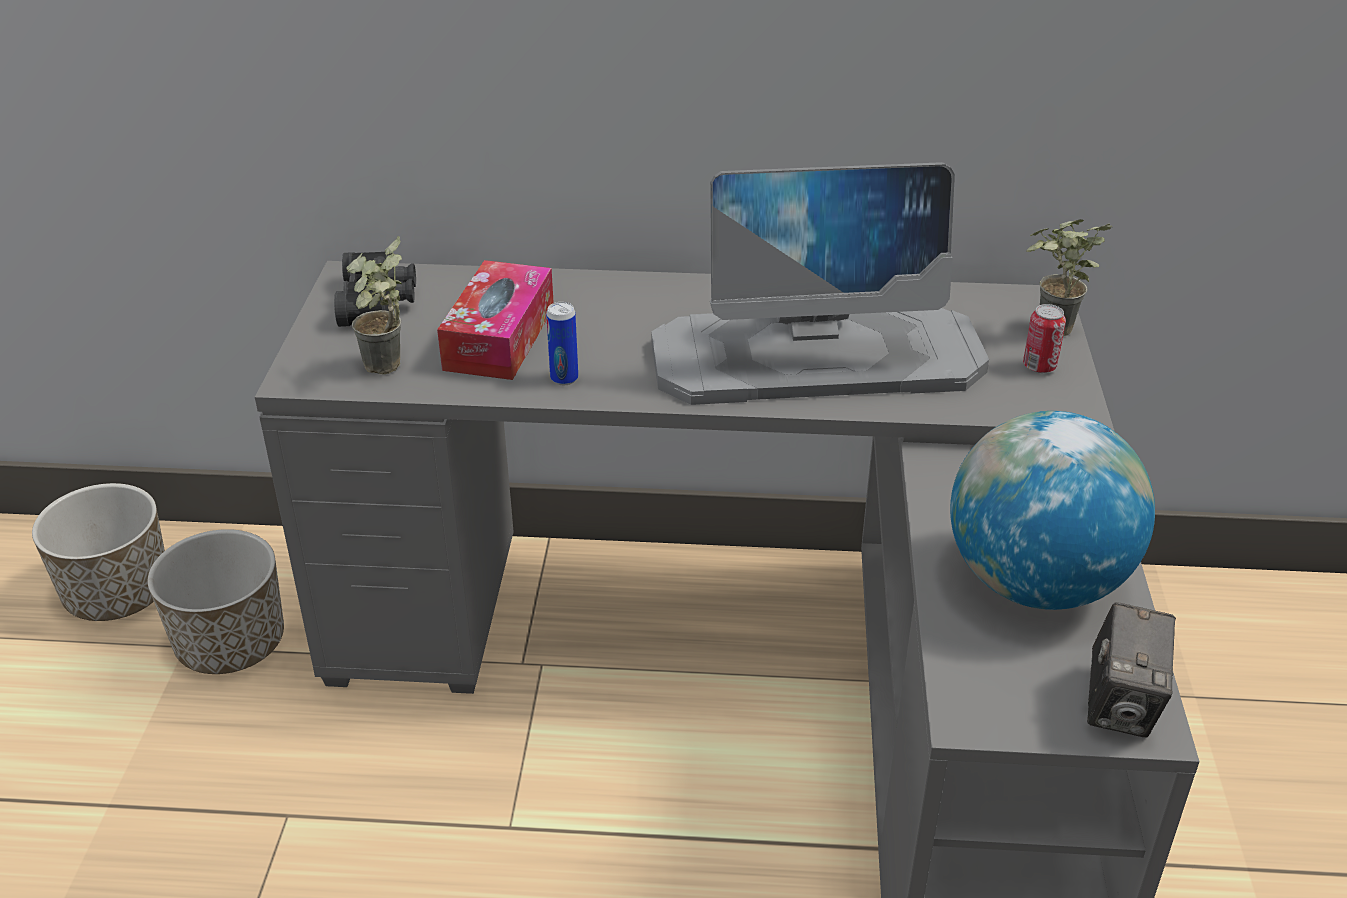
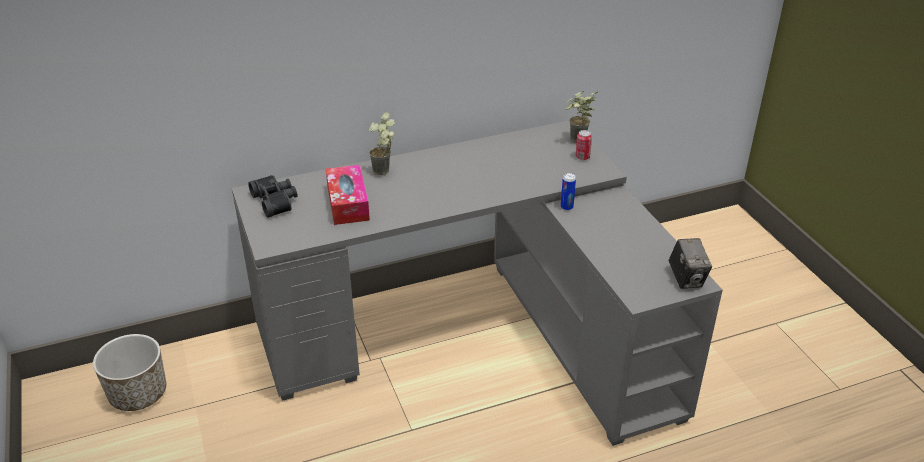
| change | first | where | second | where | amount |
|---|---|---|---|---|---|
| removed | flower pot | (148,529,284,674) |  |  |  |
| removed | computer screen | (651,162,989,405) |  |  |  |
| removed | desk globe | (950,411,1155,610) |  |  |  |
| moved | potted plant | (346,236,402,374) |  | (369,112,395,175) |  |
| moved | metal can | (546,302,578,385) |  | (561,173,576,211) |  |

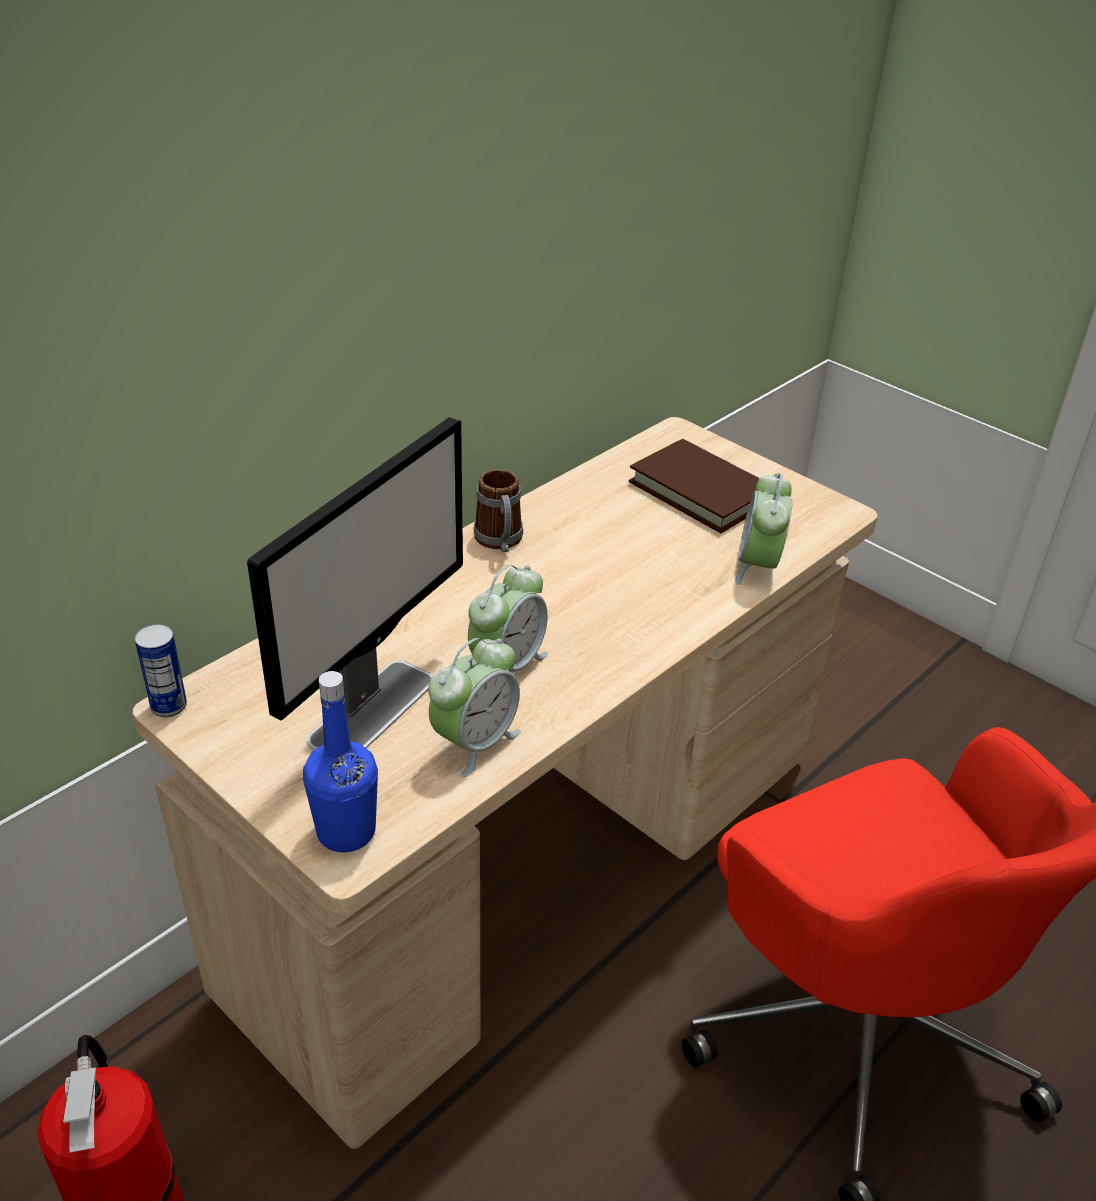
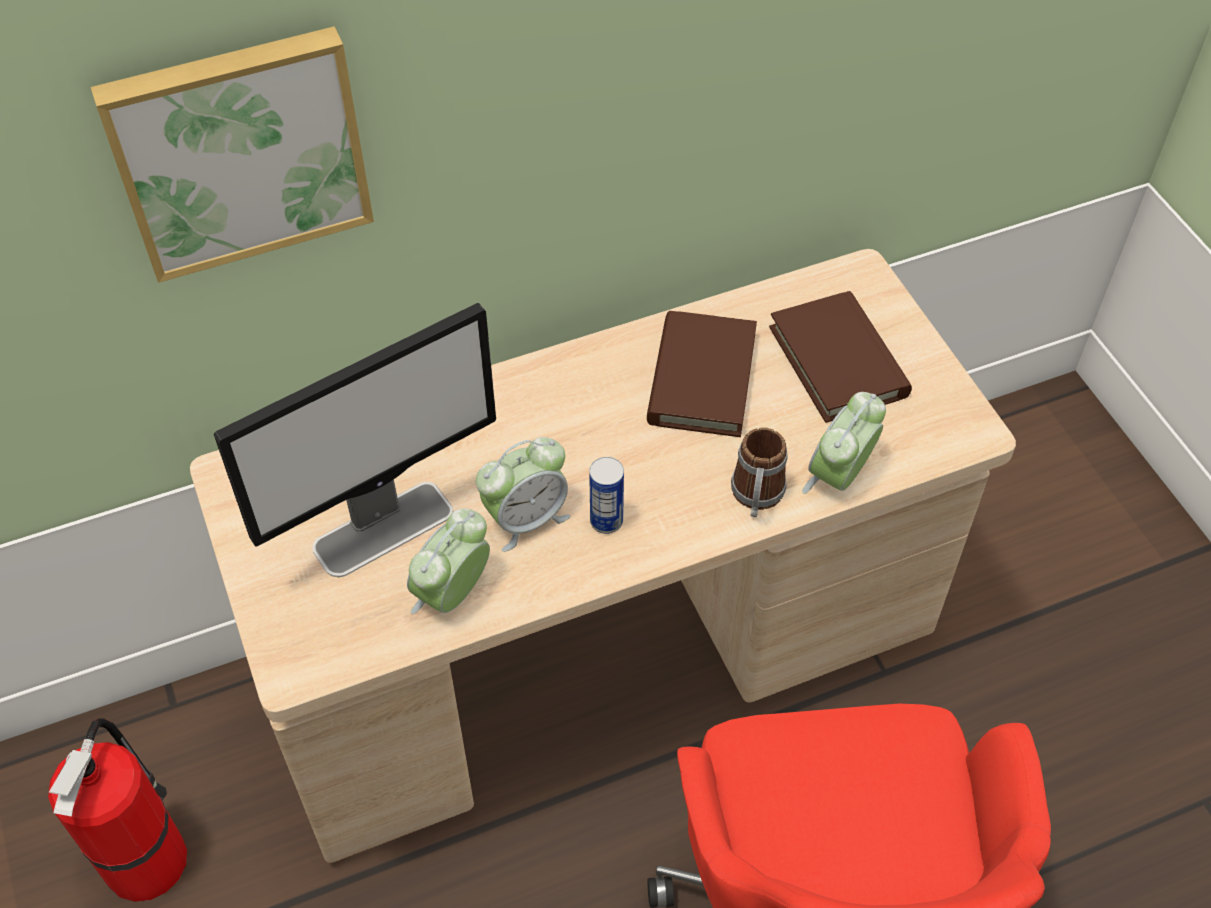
| change | first | where | second | where | amount |
|---|---|---|---|---|---|
| removed | drink bottle/blue | (303,671,378,852) |  |  |  |
| added |  |  | wall art | (90,26,374,283) |  |
| added |  |  | book/brownish | (647,311,757,437) |  |
| moved | metal can | (135,624,187,717) |  | (589,457,624,534) |  |
| moved | coffee mug | (474,469,523,552) |  | (731,427,788,517) |  |
| turned | bedside clock | (428,638,521,777) |  | (407,508,490,614) | 150 degrees clockwise |

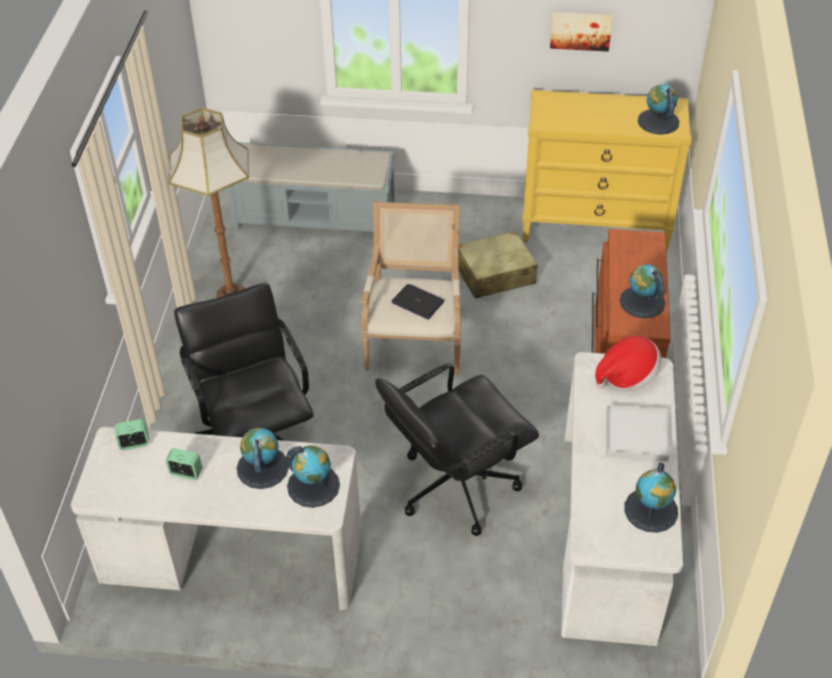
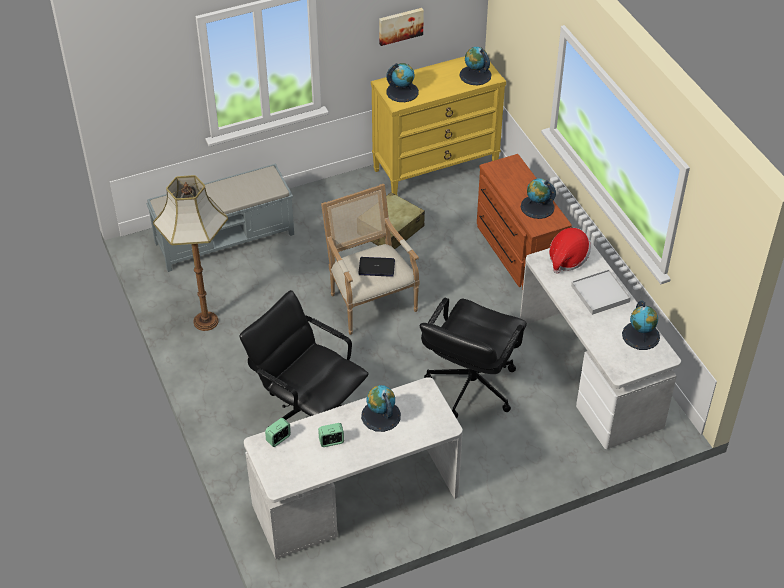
| change | first | where | second | where | amount |
|---|---|---|---|---|---|
| moved | desk globe | (286,446,340,508) |  | (386,63,419,102) |  |

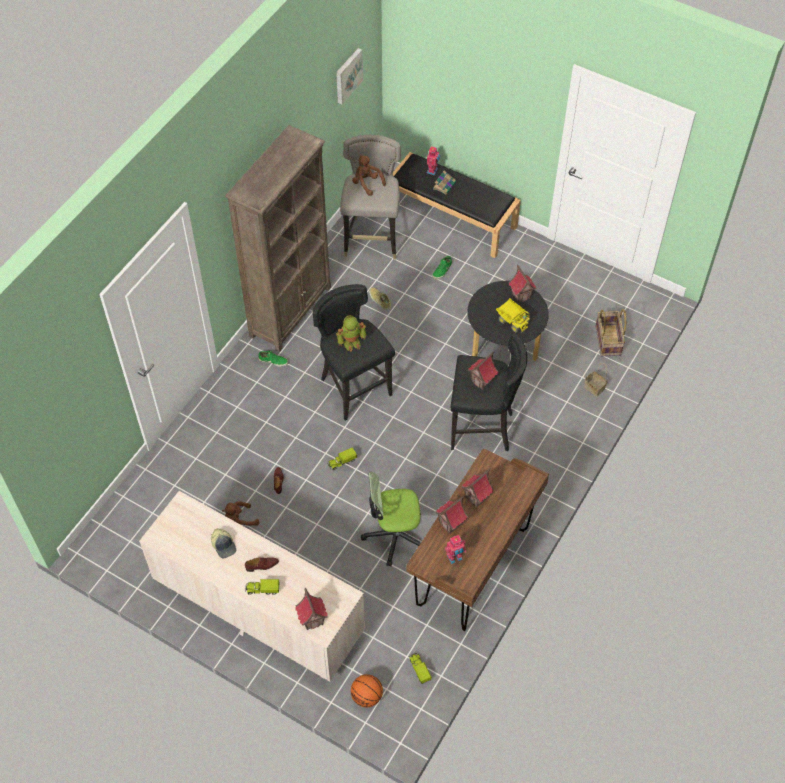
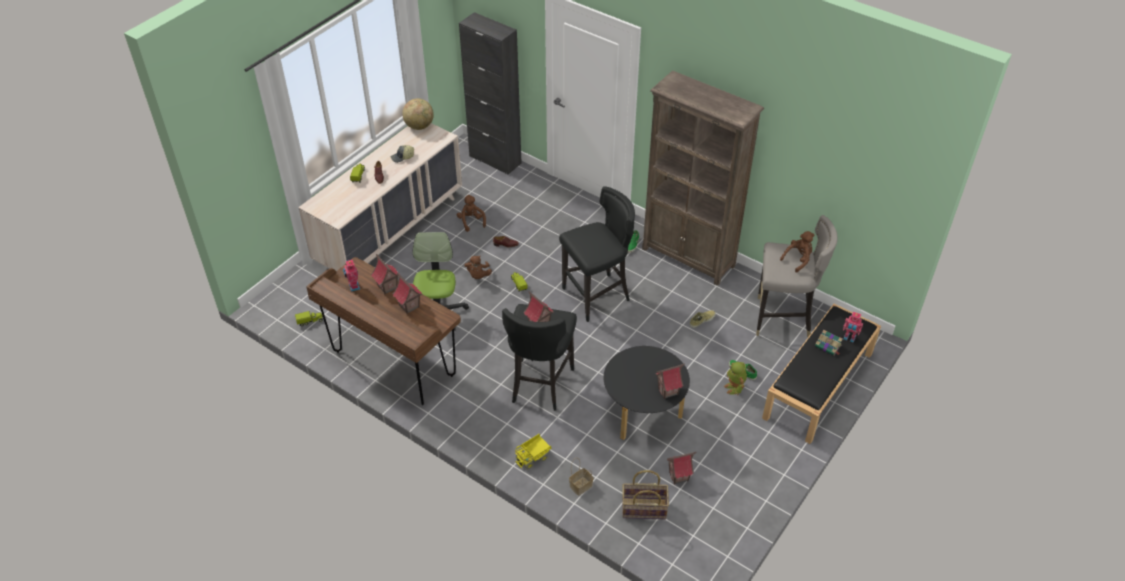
| change | first | where | second | where | amount |
|---|---|---|---|---|---|
| removed | wall art | (336,48,363,104) |  |  |  |
| removed | basketball ball | (351,674,383,707) |  |  |  |
| added |  |  | desk globe | (402,98,434,130) |  |
| added |  |  | cupboard/black | (459,12,522,175) |  |
| added |  |  | soft toy/brownish | (464,256,492,279) |  |
| moved | model house | (295,588,328,630) |  | (667,452,696,485) |  |
| moved | robot figure | (336,315,366,352) |  | (724,362,747,396) |  |
| moved | toy truck | (496,298,530,332) |  | (515,434,551,470) |  |

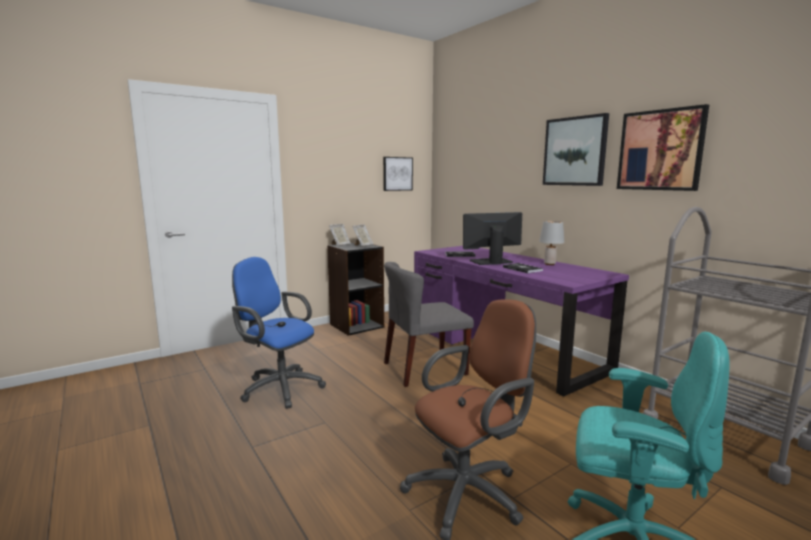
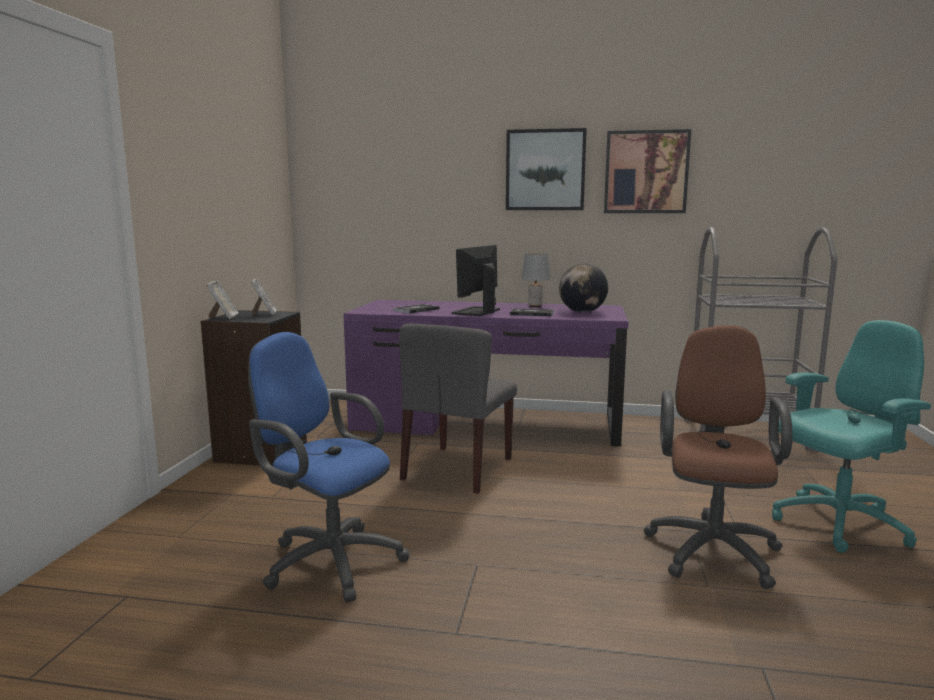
| change | first | where | second | where | amount |
|---|---|---|---|---|---|
| removed | wall art | (383,157,413,191) |  |  |  |
| added |  |  | desk globe | (559,264,608,312) |  |
| turned | office chair/blue | (232,257,326,409) |  | (248,332,409,602) | 45 degrees clockwise |

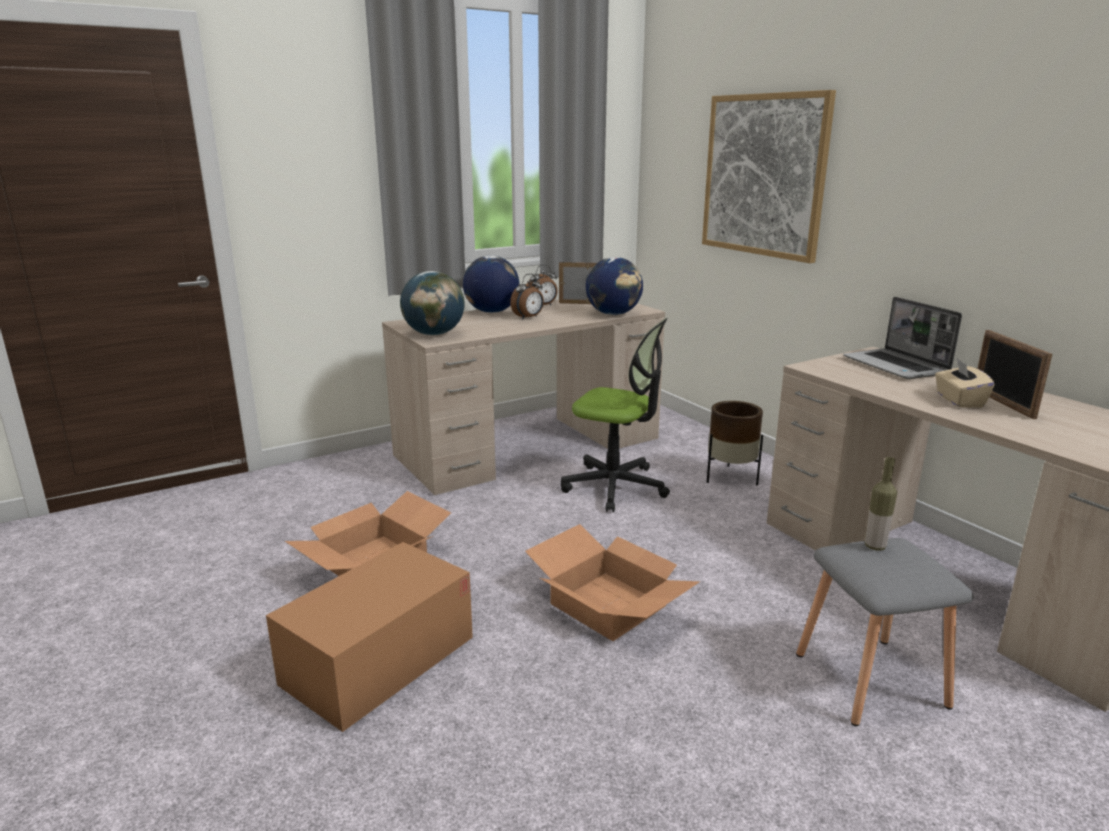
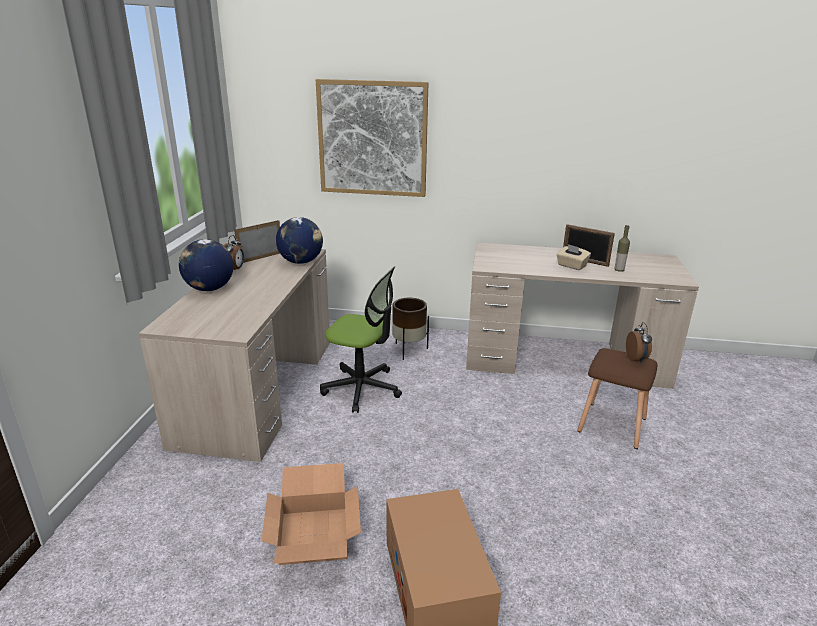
| change | first | where | second | where | amount |
|---|---|---|---|---|---|
| removed | desk globe | (400,271,465,335) |  |  |  |
| removed | carton | (525,524,700,641) |  |  |  |
| removed | laptop | (843,297,962,379) |  |  |  |
| moved | bedside clock | (510,274,544,319) |  | (626,322,652,363) |  |
| moved | drink bottle | (865,457,897,551) |  | (615,225,630,272) |  |
| recoloured | sitting stool/grey | (796,538,974,726) | sitting stool/brownish | (578,348,658,449) |  |
| turned | office chair | (561,318,670,512) |  | (320,266,402,413) | 45 degrees clockwise |

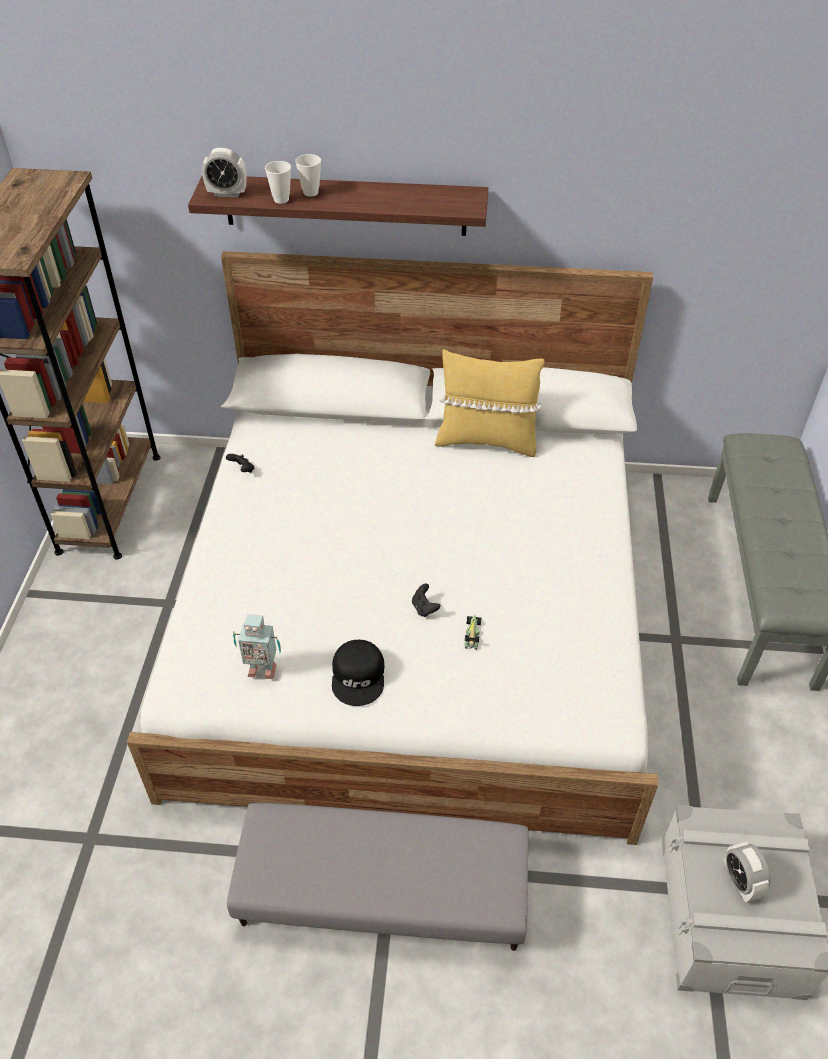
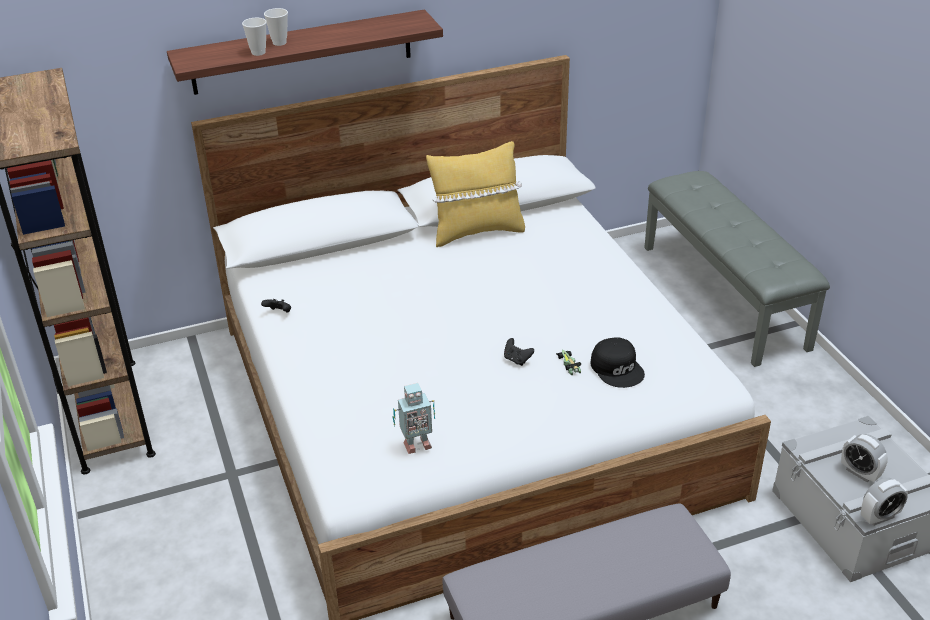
| change | first | where | second | where | amount |
|---|---|---|---|---|---|
| moved | bedside clock | (202,148,247,197) |  | (861,478,908,526) |  |
| moved | peaked cap/black | (332,640,384,706) |  | (591,337,645,388) |  |

